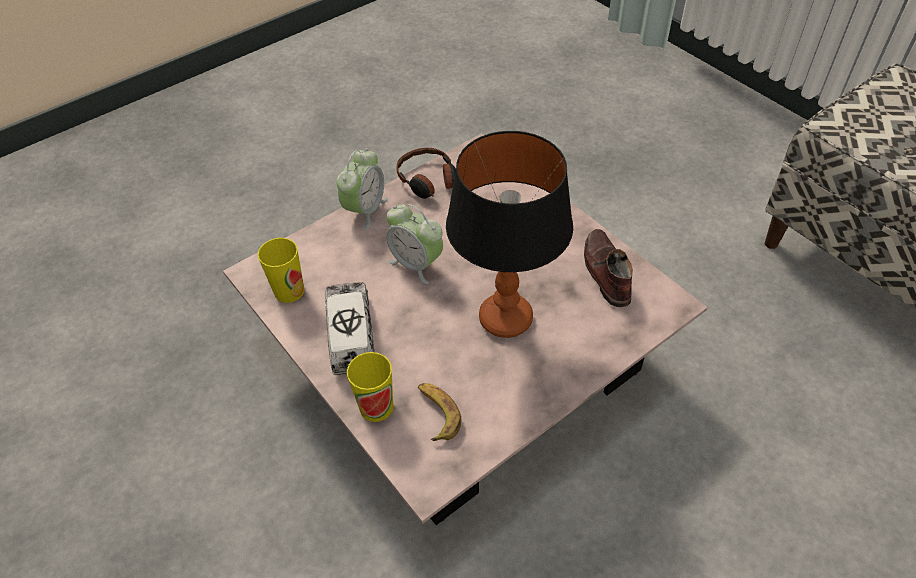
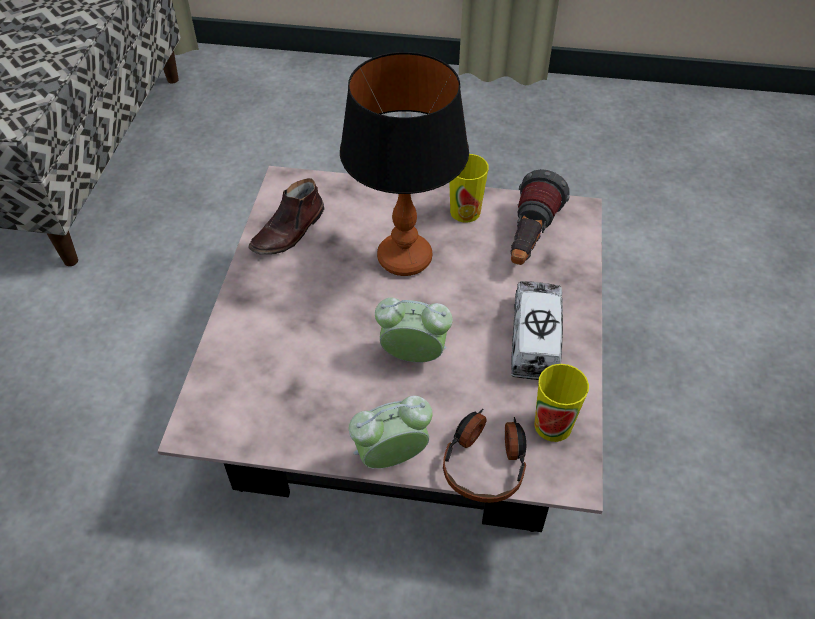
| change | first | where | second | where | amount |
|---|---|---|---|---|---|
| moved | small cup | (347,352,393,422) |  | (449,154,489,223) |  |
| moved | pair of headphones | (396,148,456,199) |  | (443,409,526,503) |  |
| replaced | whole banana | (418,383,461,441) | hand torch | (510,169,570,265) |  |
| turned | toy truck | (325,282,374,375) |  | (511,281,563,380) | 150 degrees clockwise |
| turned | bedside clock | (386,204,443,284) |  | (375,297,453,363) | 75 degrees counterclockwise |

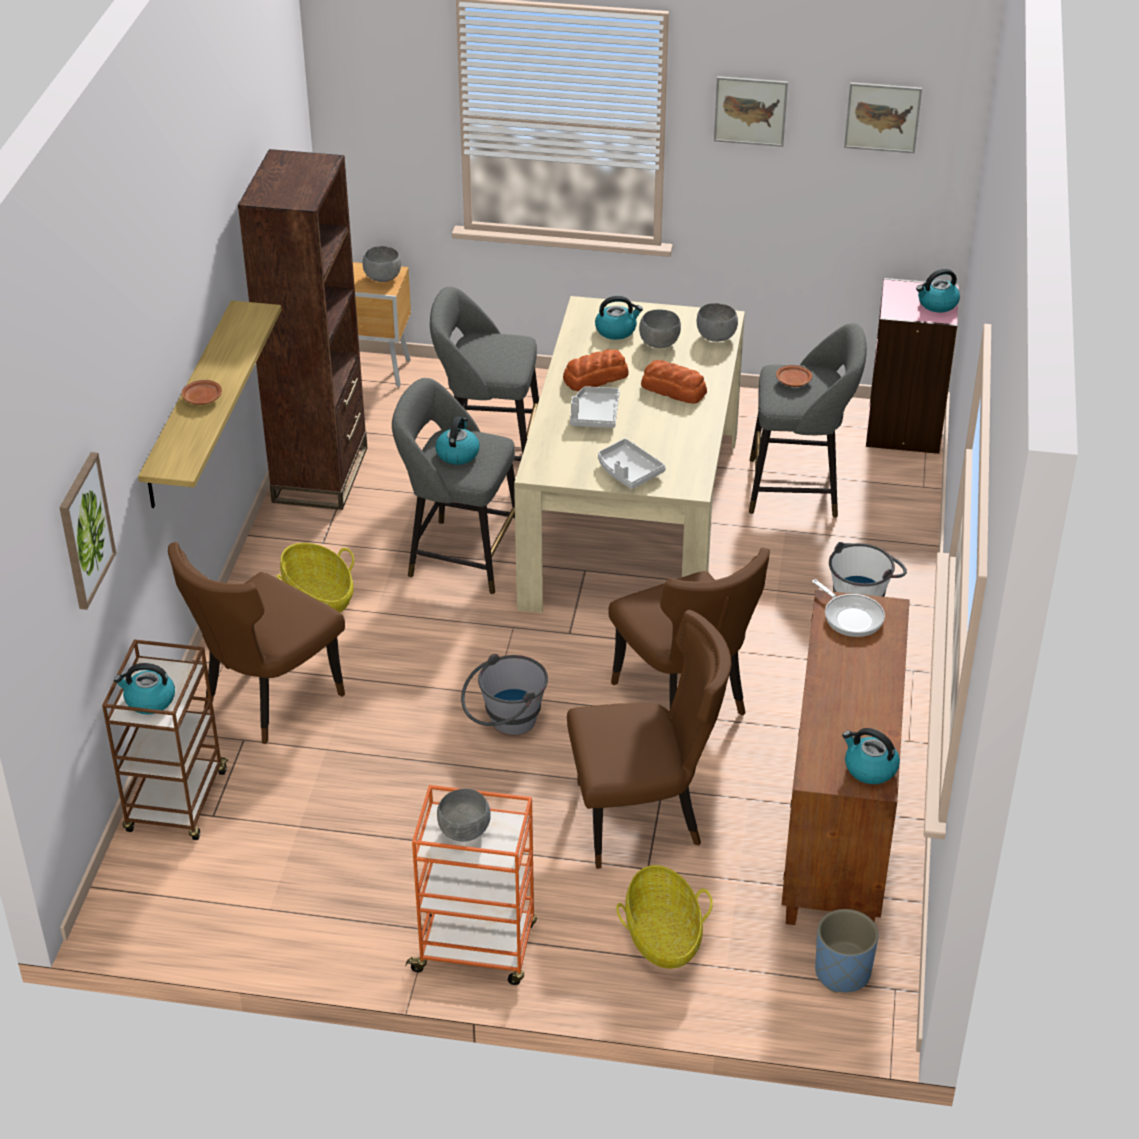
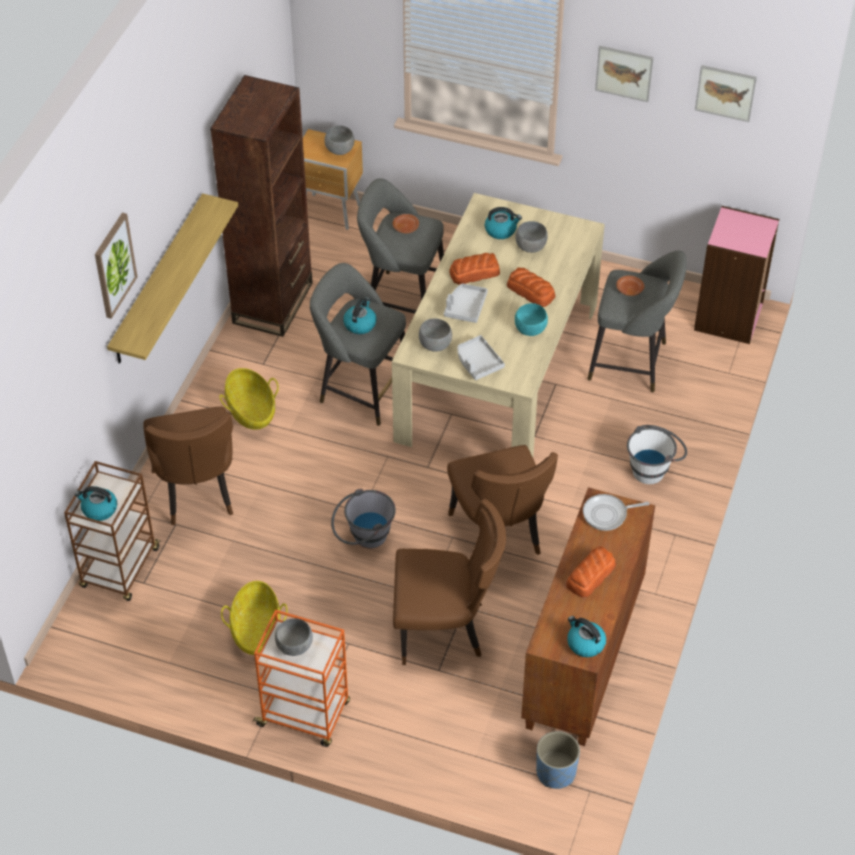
| change | first | where | second | where | amount |
|---|---|---|---|---|---|
| removed | tea kettle | (916,269,960,313) |  |  |  |
| added |  |  | serving bowl/blue-green | (515,303,548,336) |  |
| added |  |  | bakery bread | (566,546,616,597) |  |
| moved | wall art | (60,452,116,610) |  | (95,213,137,319) |  |
| moved | plate/brownish | (182,380,222,405) |  | (393,214,419,233) |  |
| moved | basket | (616,865,713,969) |  | (221,581,288,655) |  |
| moved | serving bowl/grey | (697,303,738,342) |  | (419,318,452,352) |  |
| turned | plain chair/brownish | (168,542,345,744) |  | (143,407,233,525) | 60 degrees counterclockwise |
| turned | skillet | (812,579,885,637) |  | (583,494,649,531) | 105 degrees clockwise |

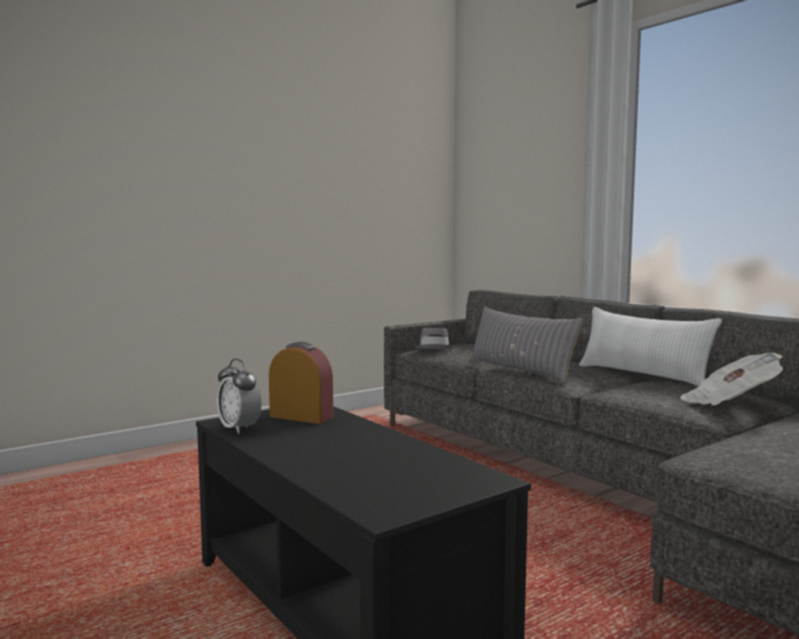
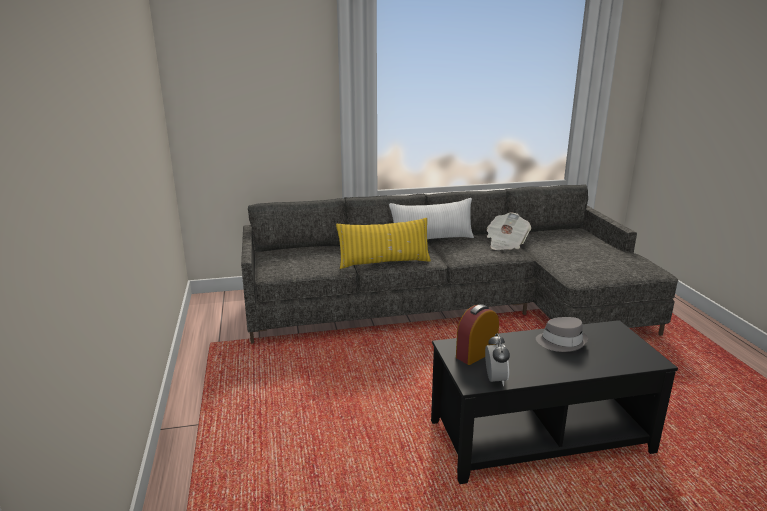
| change | first | where | second | where | amount |
|---|---|---|---|---|---|
| moved | wearable hat/grey | (415,328,453,349) |  | (536,317,588,352) |  |
| recoloured | throw pillow/grey | (468,307,583,384) | throw pillow/yellowish | (336,218,431,269) |  |
| turned | bedside clock | (217,359,261,434) |  | (485,333,510,386) | 75 degrees counterclockwise |

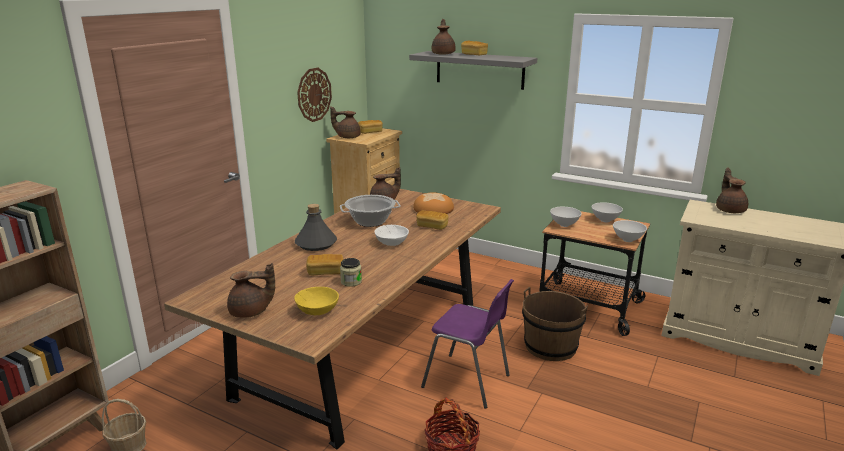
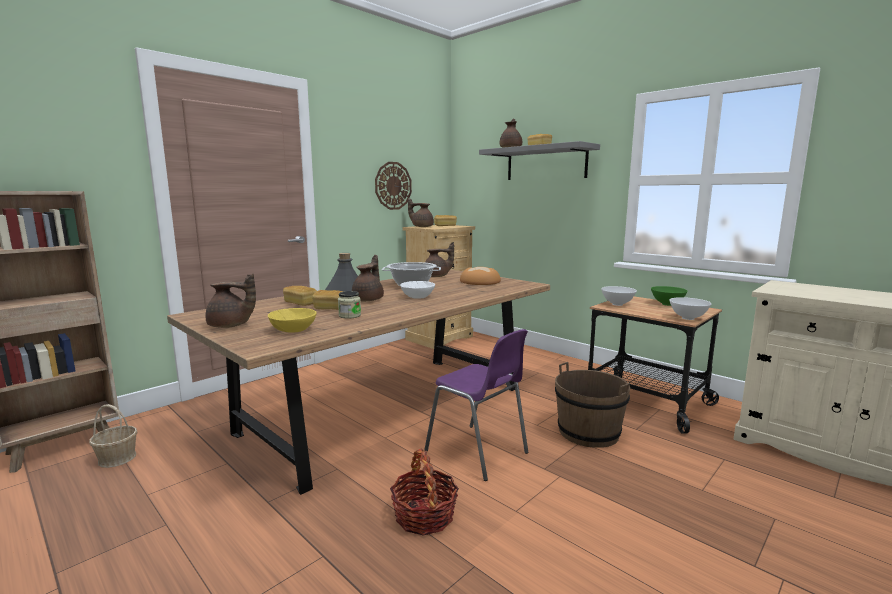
| change | first | where | second | where | amount |
|---|---|---|---|---|---|
| moved | bakery bread | (416,210,448,230) |  | (283,286,317,306) |  |
| moved | tea pot/brownish | (716,168,748,213) |  | (352,255,384,301) |  |
| recoloured | serving bowl/white-coloured | (591,202,623,222) | serving bowl/green | (651,286,688,306) |  |

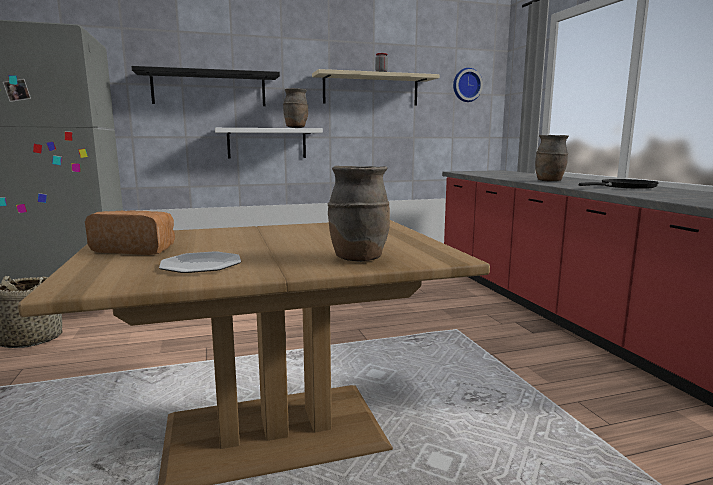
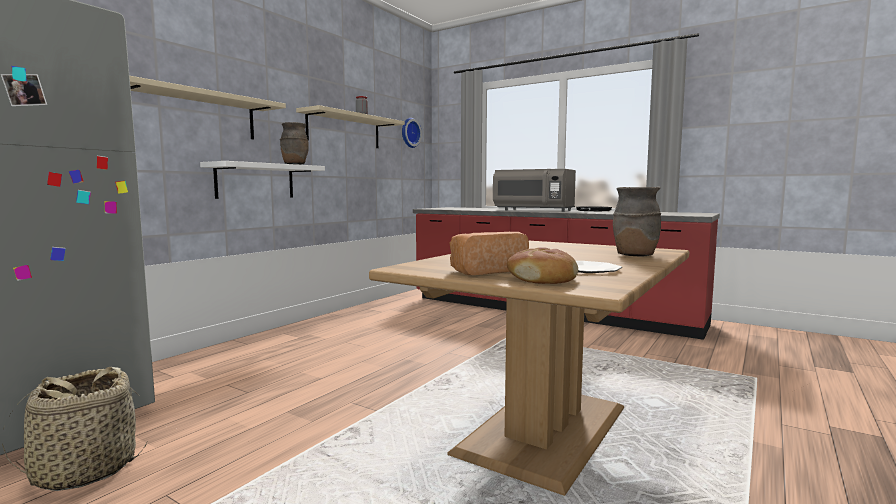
| change | first | where | second | where | amount |
|---|---|---|---|---|---|
| added |  |  | bakery bread | (507,247,578,284) |  |
| replaced | flower vase/brownish | (535,135,569,182) | microwave/grey | (493,169,576,212) |  |
| recoloured | bracket shelf/black | (131,66,280,106) | bracket shelf/beige-coloured | (130,76,286,139) |  |

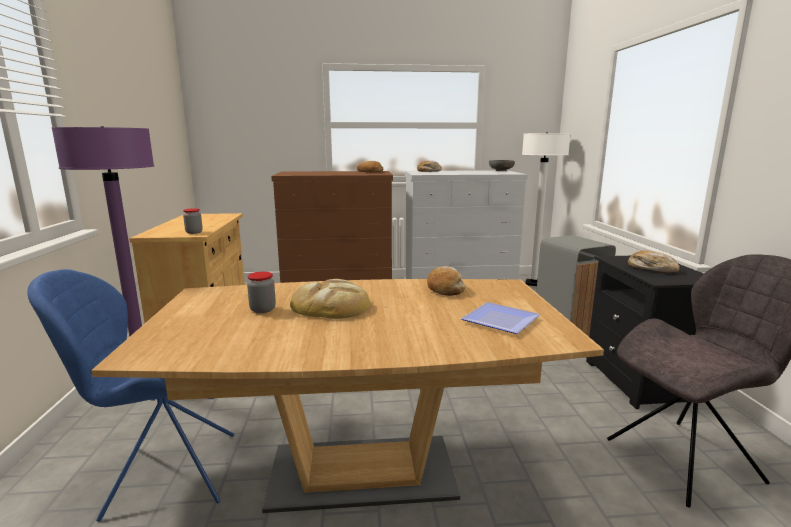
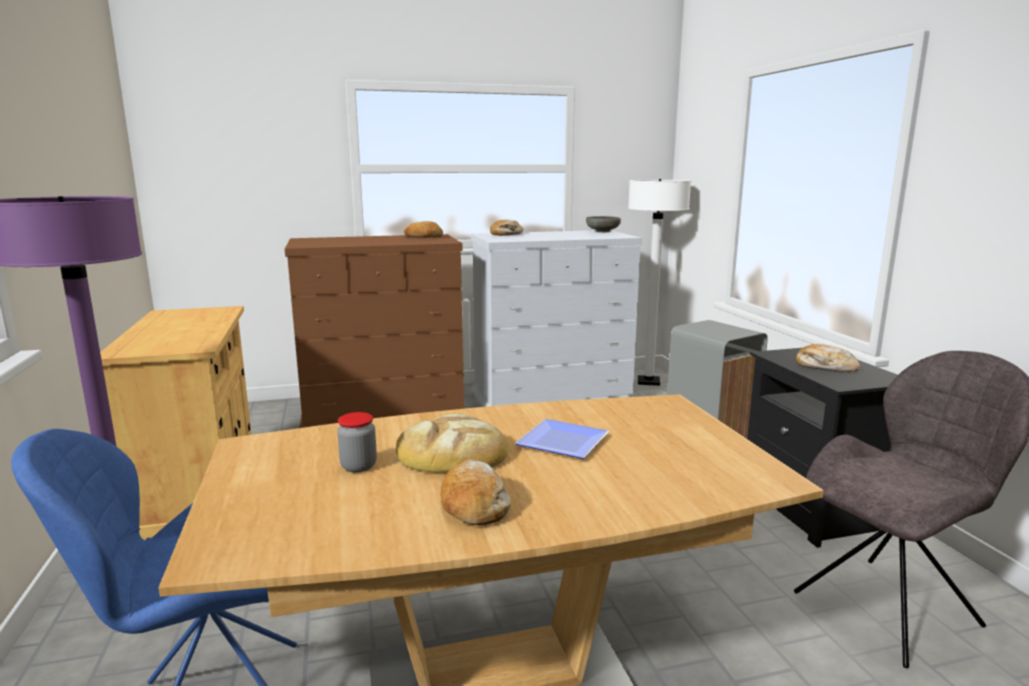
| change | first | where | second | where | amount |
|---|---|---|---|---|---|
| removed | jar | (183,208,203,234) |  |  |  |
| moved | bakery bread | (427,266,465,296) |  | (441,460,511,526) |  |
| moved | plate | (461,302,540,334) |  | (515,419,609,459) |  |

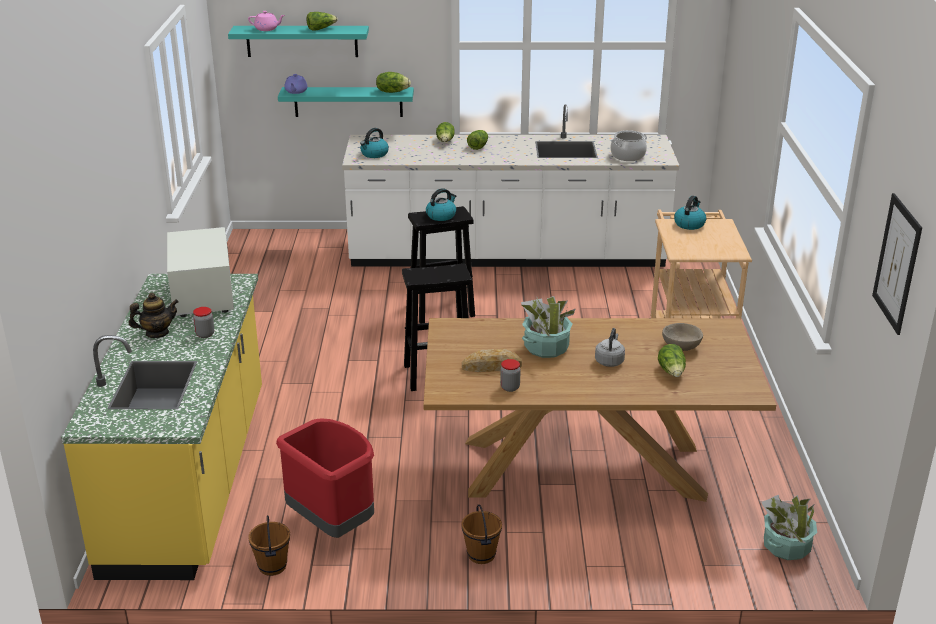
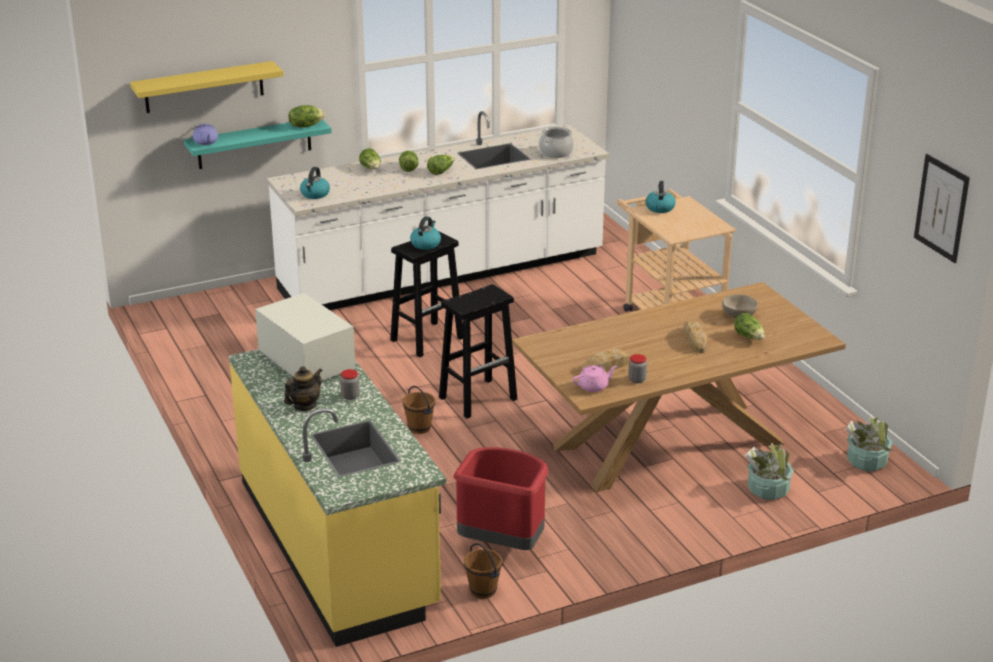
| change | first | where | second | where | amount |
|---|---|---|---|---|---|
| moved | tea pot/pinkish | (248,11,285,31) |  | (573,365,617,392) |  |
| moved | lettuce head | (307,12,338,31) |  | (427,155,454,175) |  |
| moved | water bucket/brownish | (461,504,502,564) |  | (402,386,435,434) |  |
| moved | potted plant | (521,296,576,358) |  | (745,443,794,500) |  |
| replaced | tea kettle/grey | (595,328,625,367) | bakery bread | (683,321,707,353) |  |
| recoloured | bracket shelf/blue-green | (228,26,369,57) | bracket shelf/yellowish | (130,61,284,113) |  |

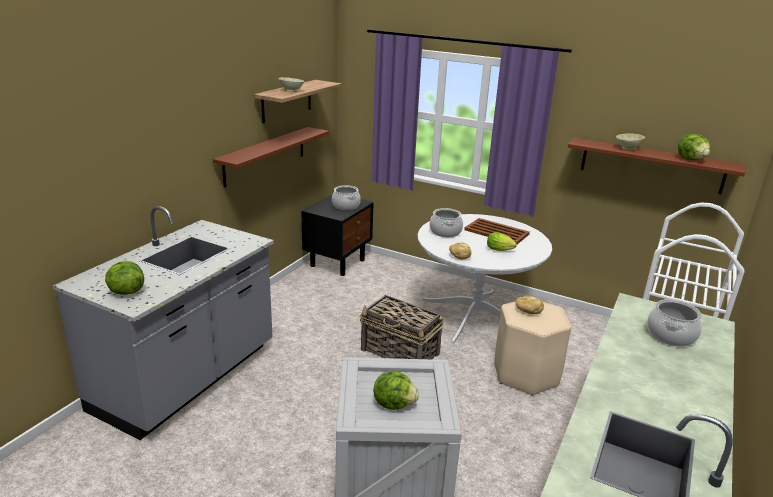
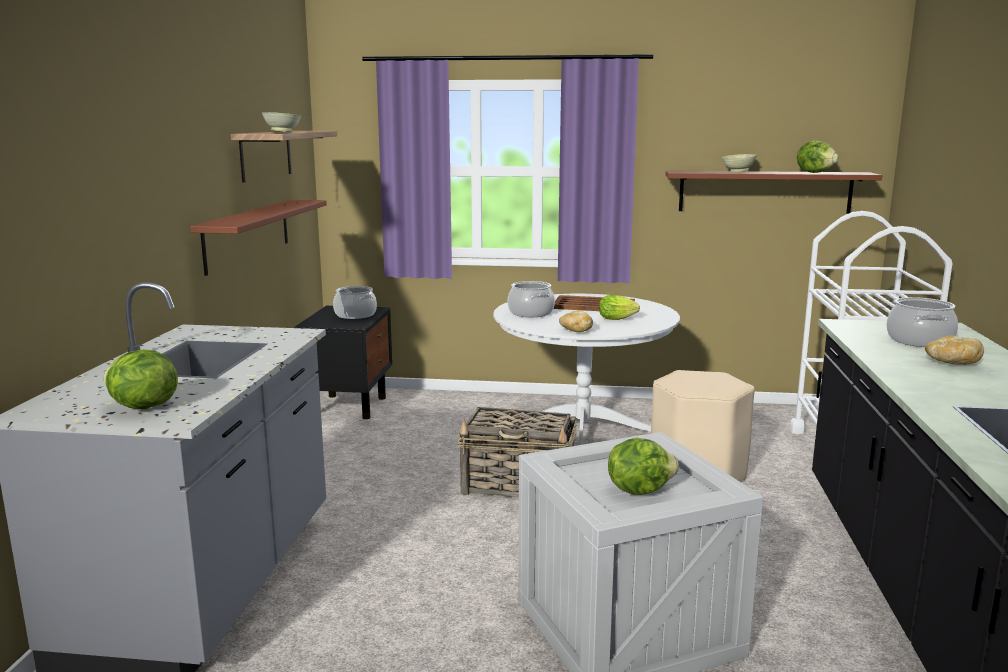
| change | first | where | second | where | amount |
|---|---|---|---|---|---|
| moved | bakery bread | (516,296,544,314) |  | (925,336,984,365) |  |

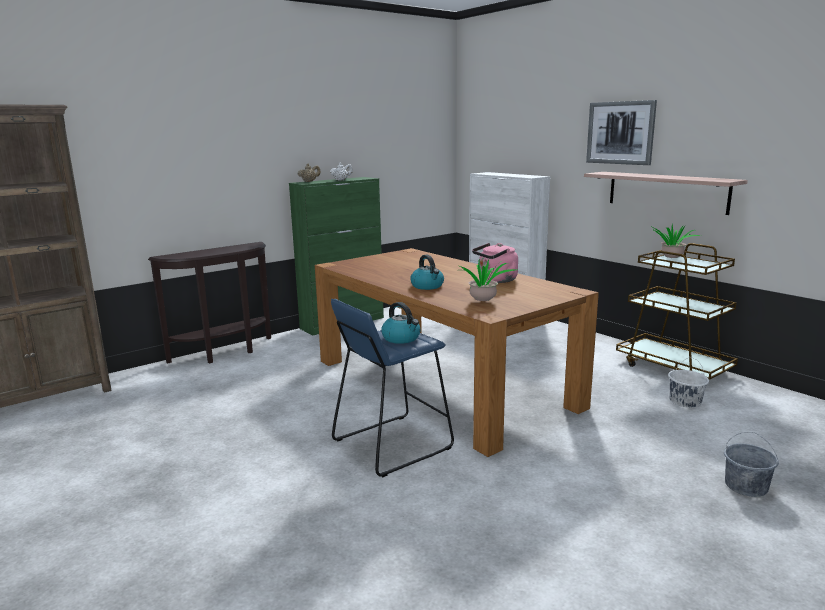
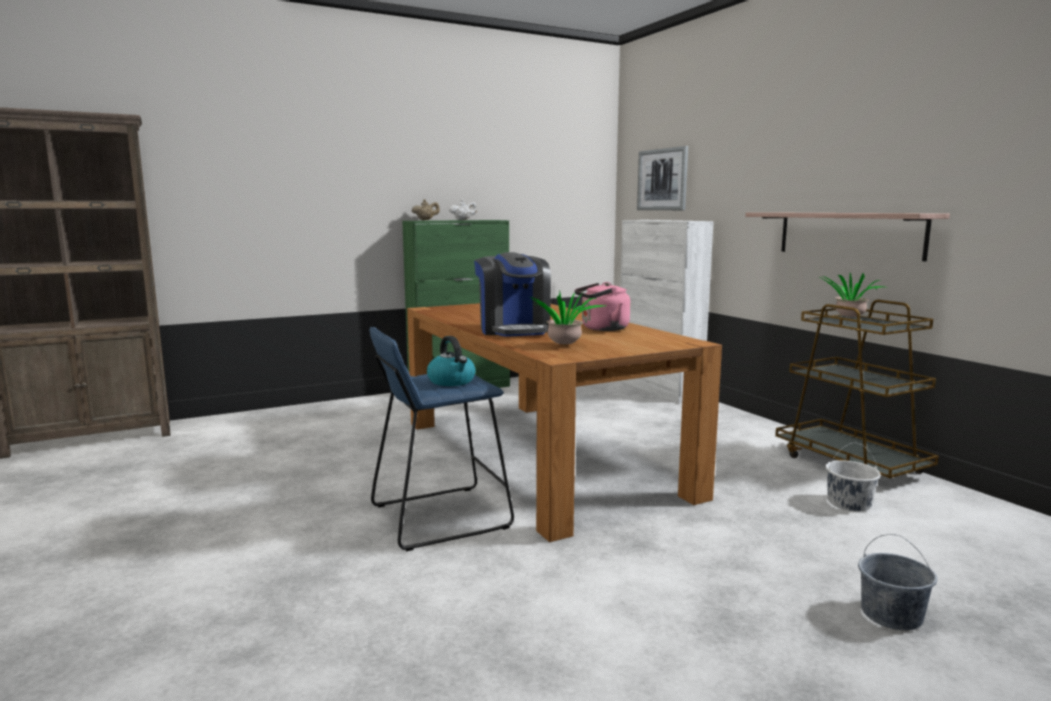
| change | first | where | second | where | amount |
|---|---|---|---|---|---|
| removed | console table/brownish | (148,242,271,363) |  |  |  |
| moved | wall art | (586,100,657,165) |  | (637,146,688,210) |  |
| replaced | tea kettle | (410,255,444,290) | coffee maker | (474,252,551,337) |  |

